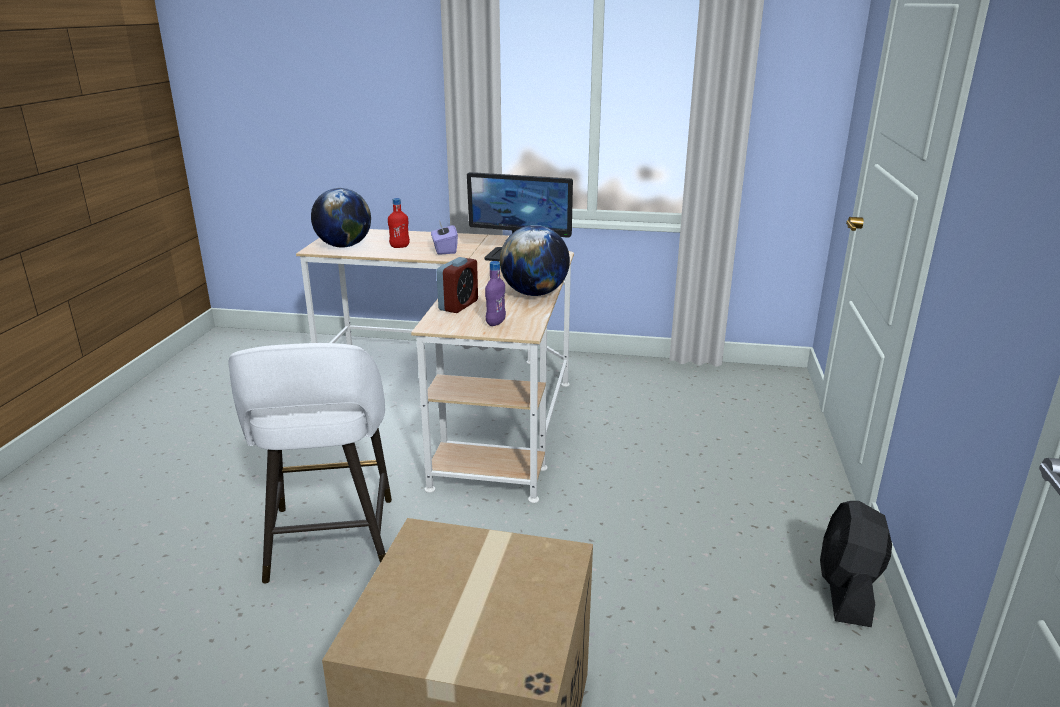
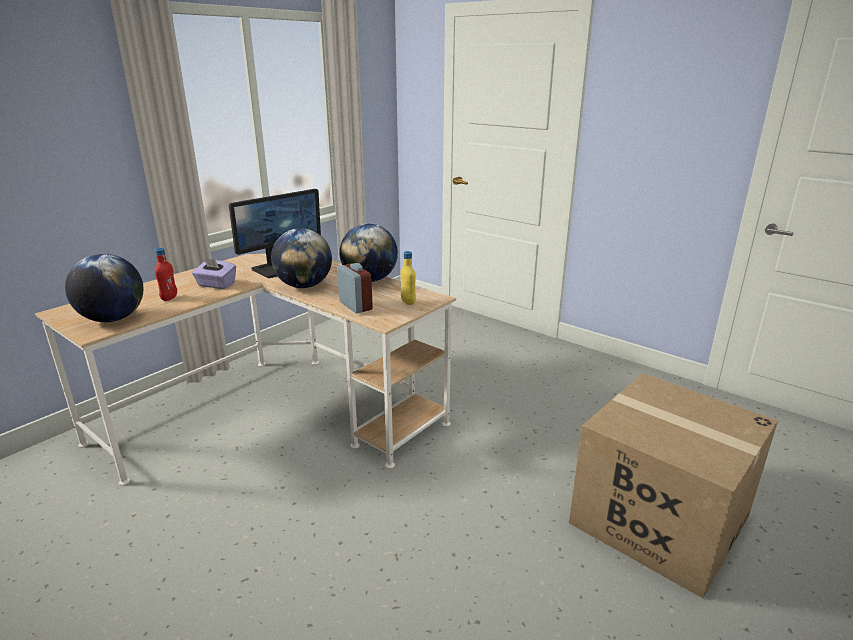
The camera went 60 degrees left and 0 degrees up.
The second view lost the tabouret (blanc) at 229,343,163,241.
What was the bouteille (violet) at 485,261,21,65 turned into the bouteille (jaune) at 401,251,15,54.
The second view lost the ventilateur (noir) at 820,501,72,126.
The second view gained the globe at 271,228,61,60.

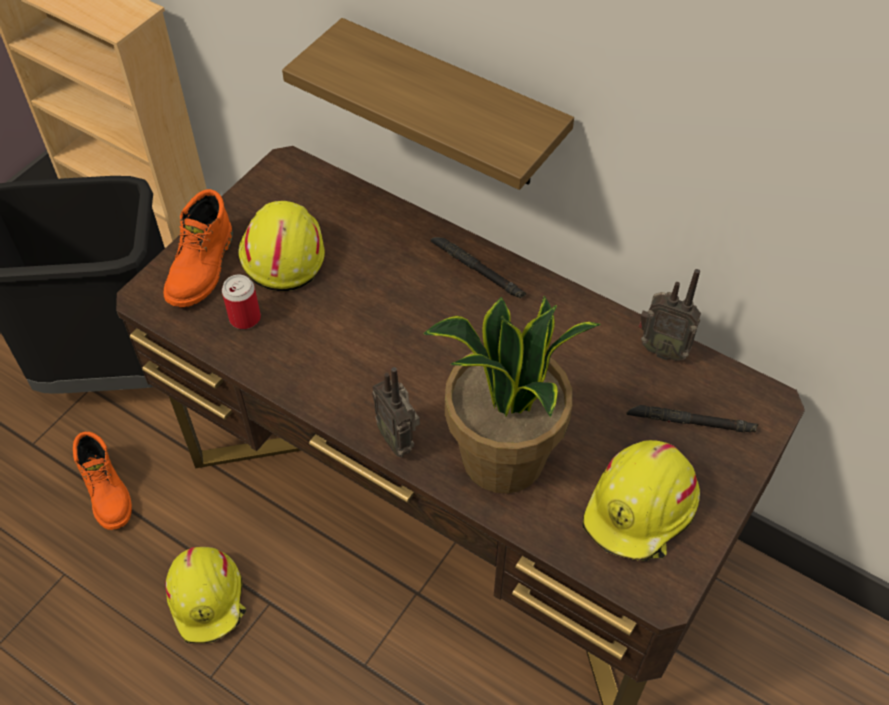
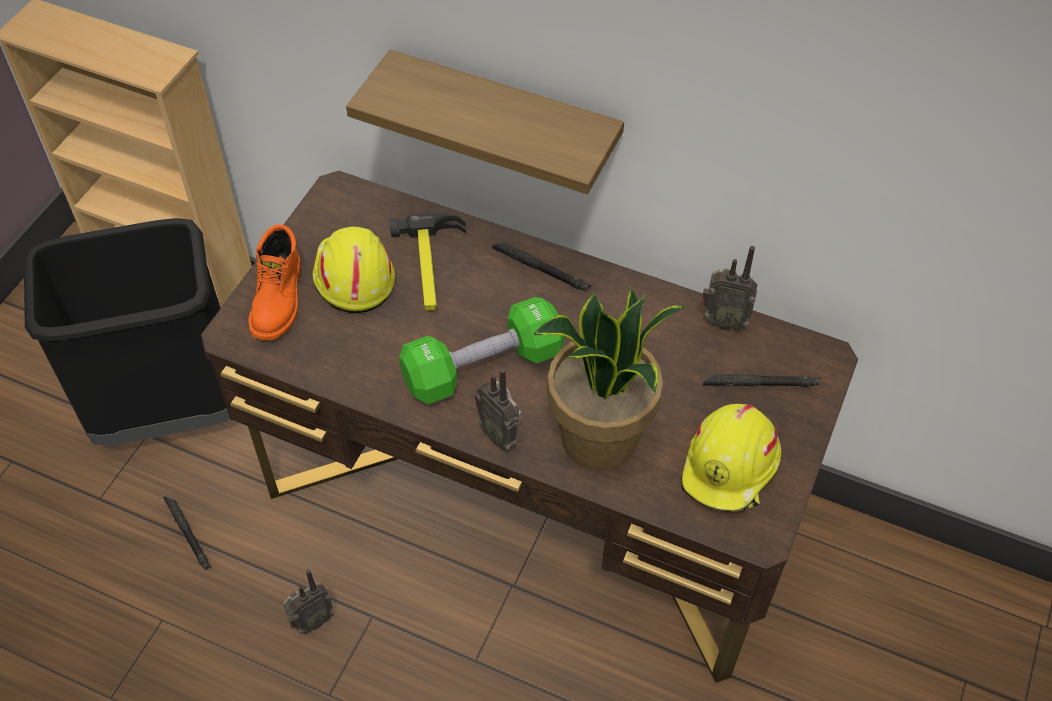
The camera went 10 degrees left and 0 degrees up.
Where the botte (orange) stood at 73,432,59,98, the lampe de poche (noir) came to stand at 163,496,48,74.
Where the casque de chantier (jaune) stood at 165,547,81,96, the radio came to stand at 283,569,51,65.
The second view lost the boîte métallique at 222,275,39,54.
The second view gained the marteau at 389,213,77,98.
The second view gained the haltère (vert) at 399,297,165,107.

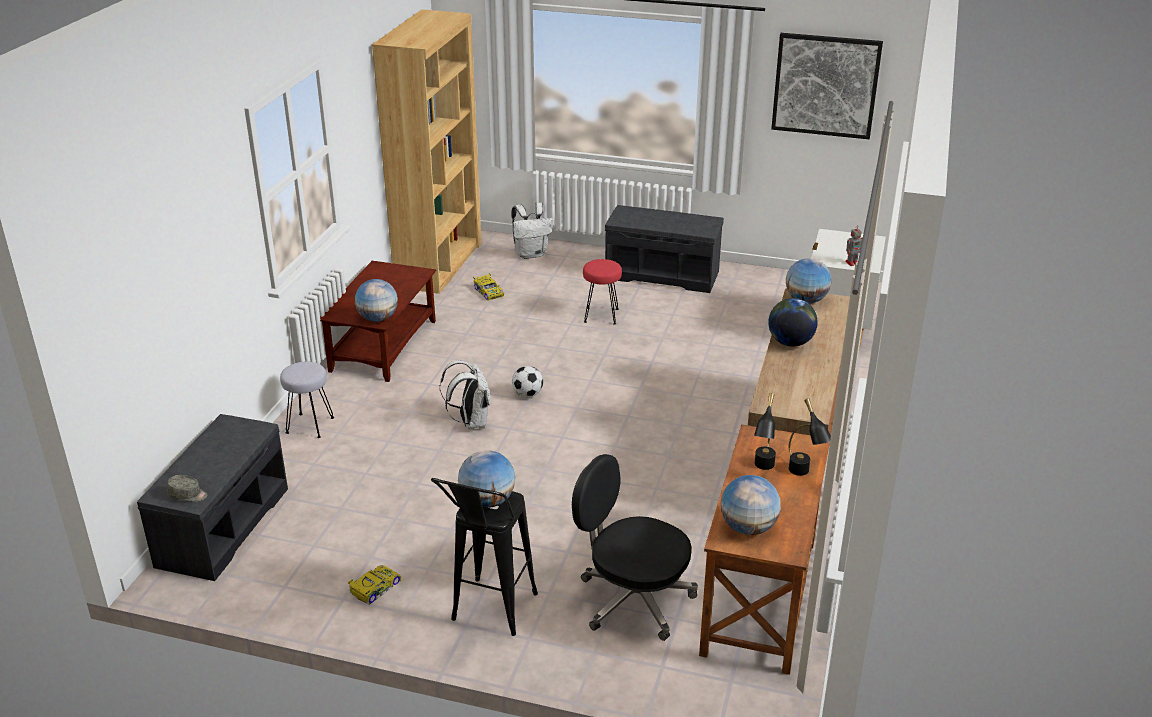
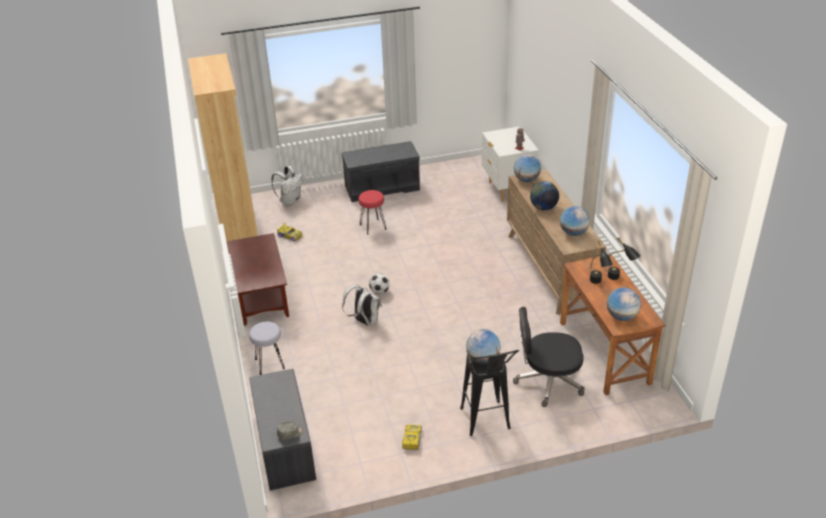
The camera went 30 degrees left and 5 degrees up.
The globe ended up elsewhere, having gone from 355,279,43,43 to 560,206,30,30.
The second view lost the tableau at 771,33,112,106.

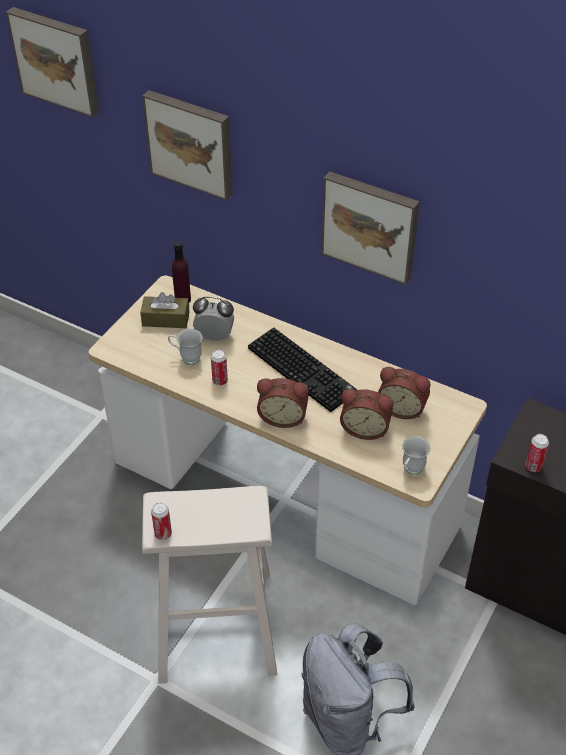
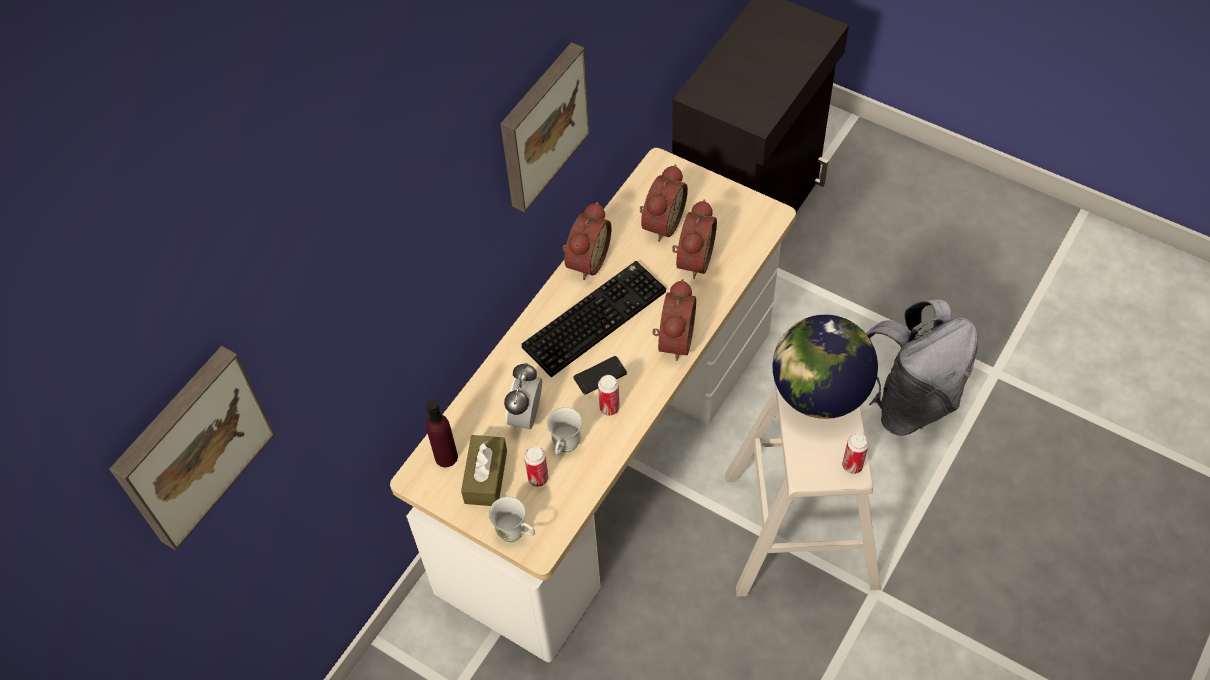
The camera went 85 degrees left and 10 degrees up.
The second view lost the tableau at 142,90,90,110.
The mug (blanc) ended up elsewhere, having gone from 402,436,29,39 to 489,497,46,45.
The boîte métallique ended up elsewhere, having gone from 526,434,23,38 to 524,446,24,41.
The second view gained the réveil at 563,202,49,78.
The second view gained the téléphone at 573,356,54,38.
The second view gained the globe at 773,315,105,104.

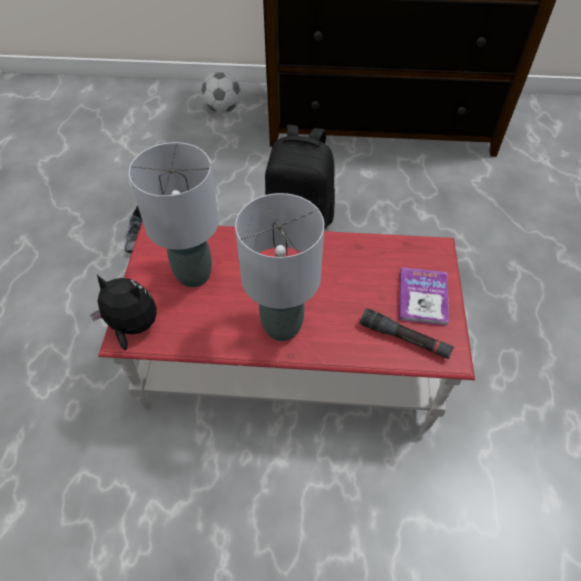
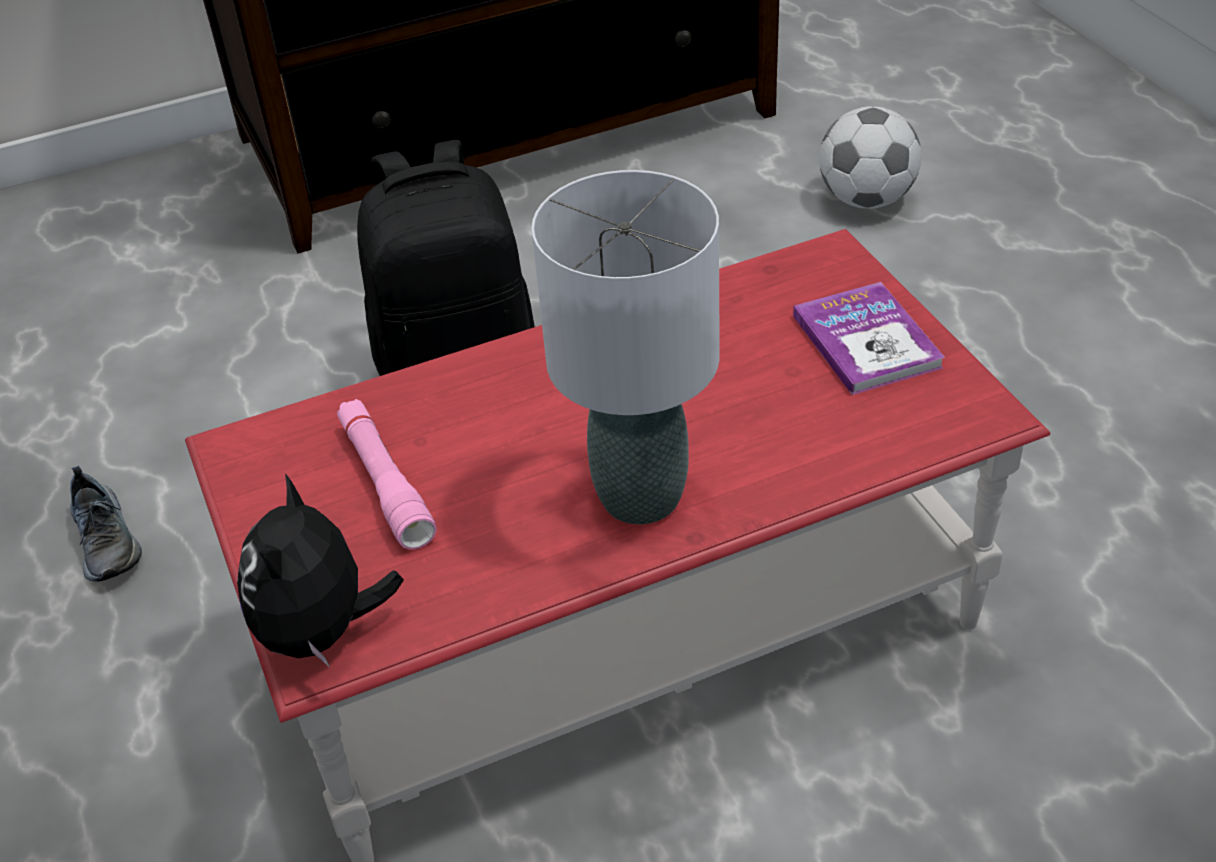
The camera went 25 degrees left and 10 degrees down.
The peluche at 90,275,66,75 ended up facing another way, 75 degrees counterclockwise from before.
Where the lampe de table (gris) stood at 129,142,90,145, the lampe de poche (rose) came to stand at 337,399,99,150.
The ballon de foot ended up elsewhere, having gone from 202,71,39,42 to 819,106,102,103.
The second view lost the lampe de poche (noir) at 360,308,94,51.

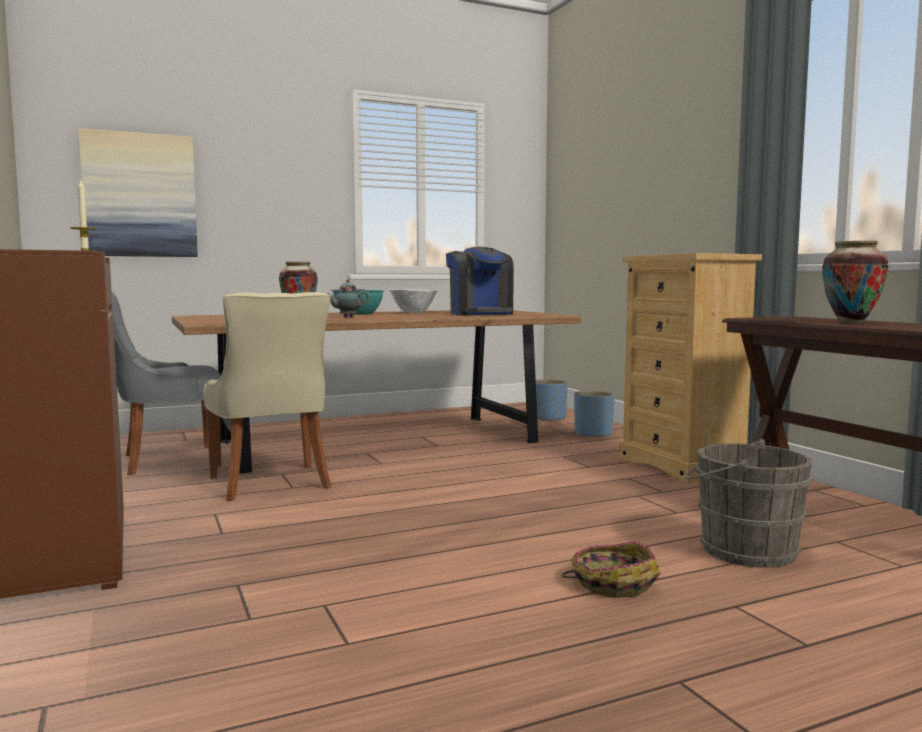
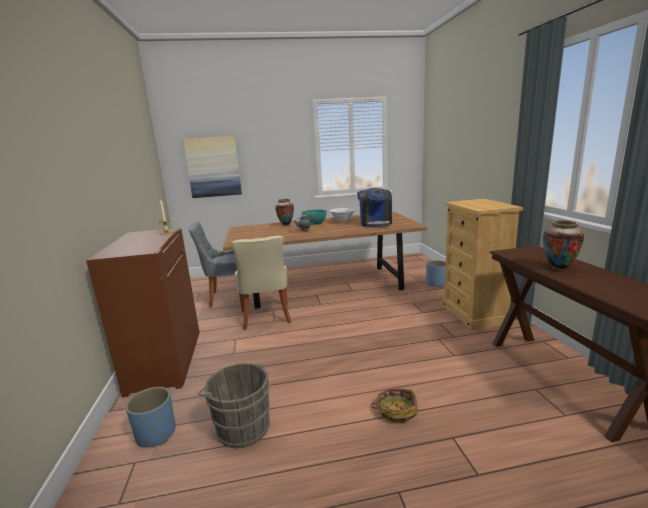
The camera went 15 degrees right and 10 degrees up.
The cache-pot (bleu) ended up elsewhere, having gone from 536,379,32,42 to 126,387,50,60.
The seau (gris) ended up elsewhere, having gone from 685,439,128,129 to 198,363,72,85.

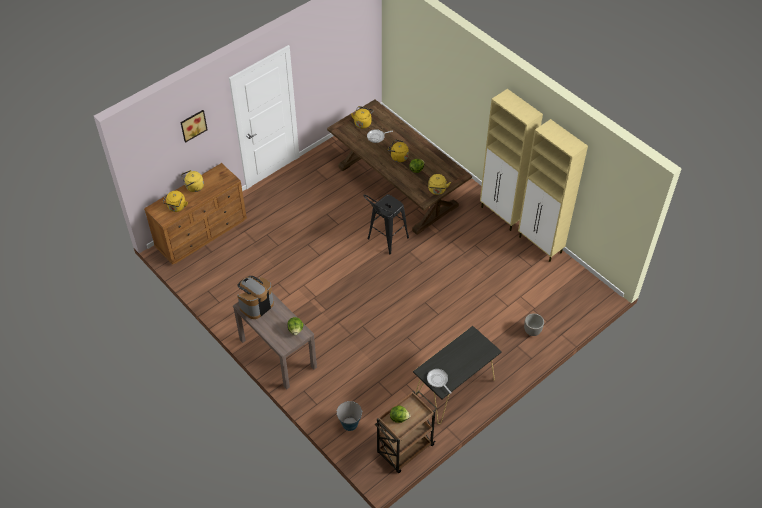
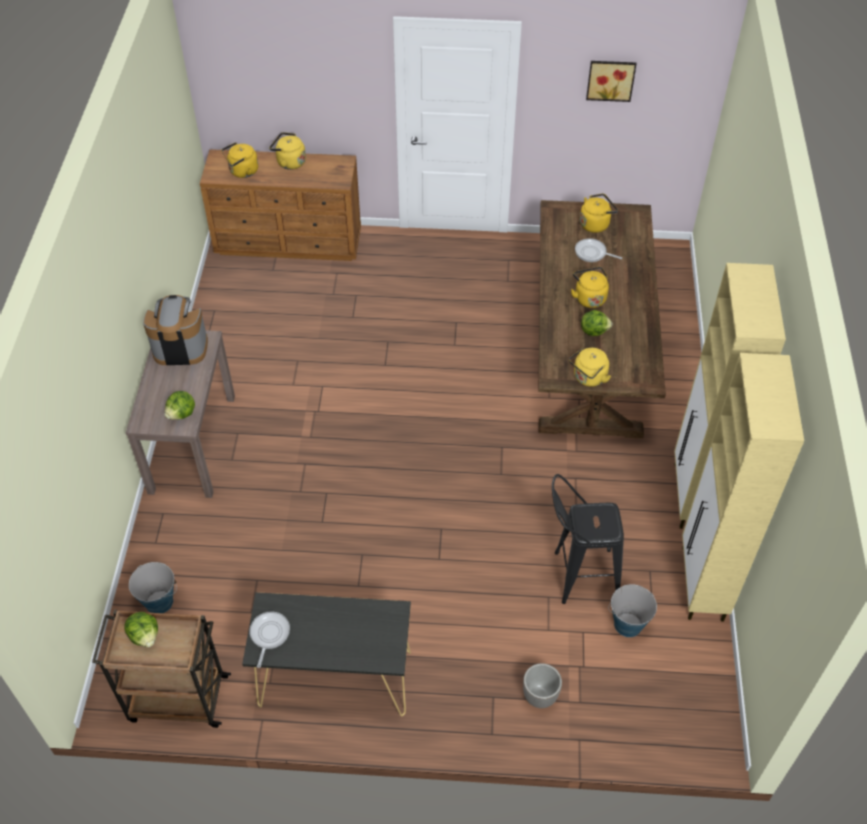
The camera went 45 degrees right and 0 degrees up.
The tableau ended up elsewhere, having gone from 180,110,28,33 to 586,61,50,41.
The tabouret (noir) ended up elsewhere, having gone from 363,194,46,60 to 552,474,72,130.
The second view gained the seau at 608,584,49,53.

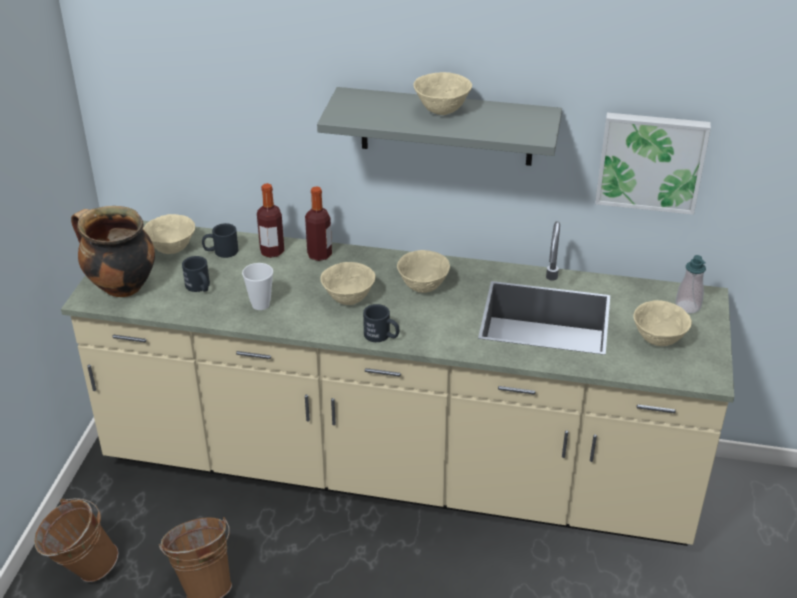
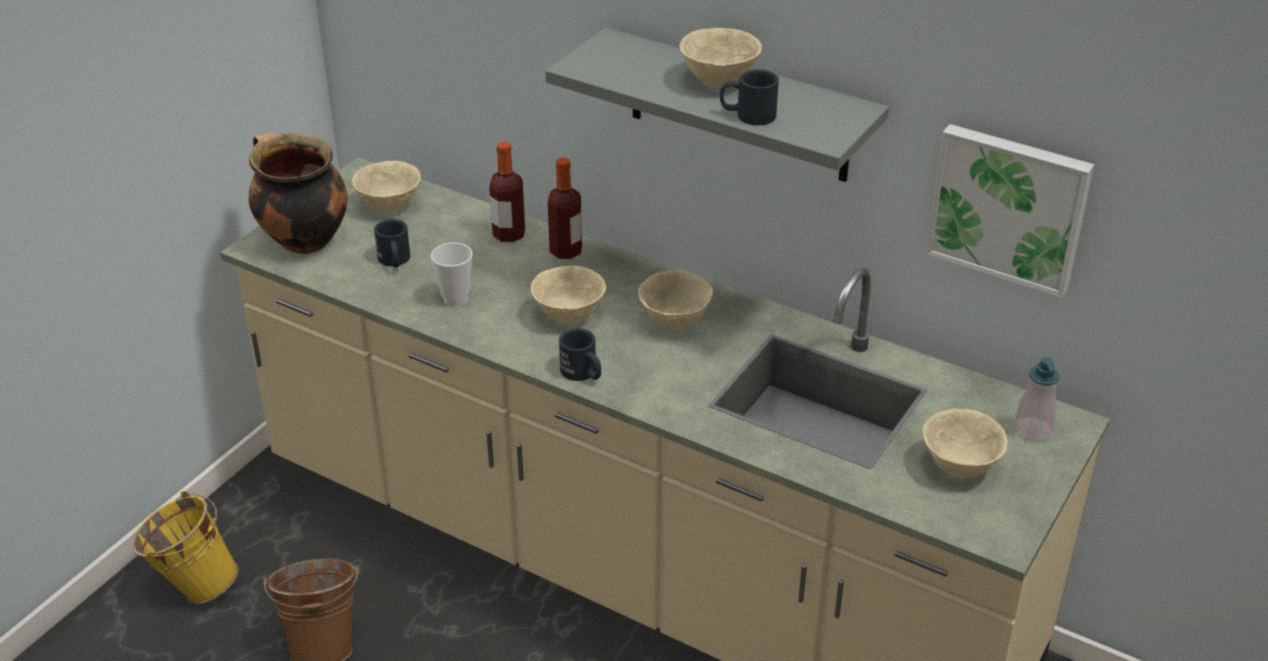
The camera went 20 degrees right and 0 degrees up.
What was the seau (marron) at 34,498,85,84 turned into the seau (jaune) at 132,491,107,113.
The mug (noir) ended up elsewhere, having gone from 202,223,36,35 to 720,69,59,56.

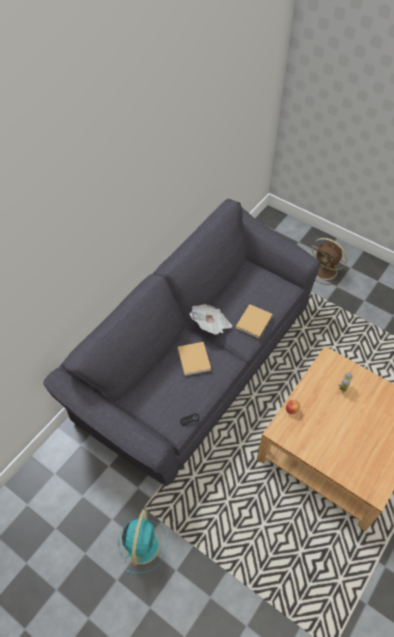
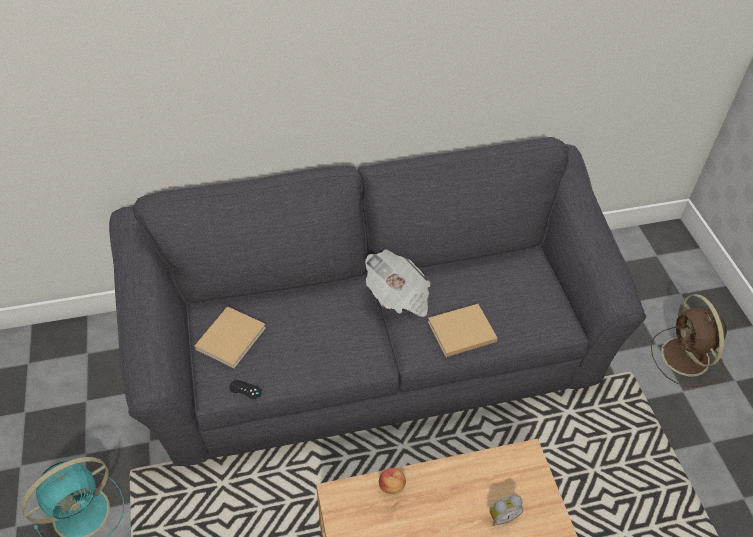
The camera went 40 degrees right and 5 degrees down.
The livre (beige) ended up elsewhere, having gone from 178,342,33,34 to 195,306,71,62.

